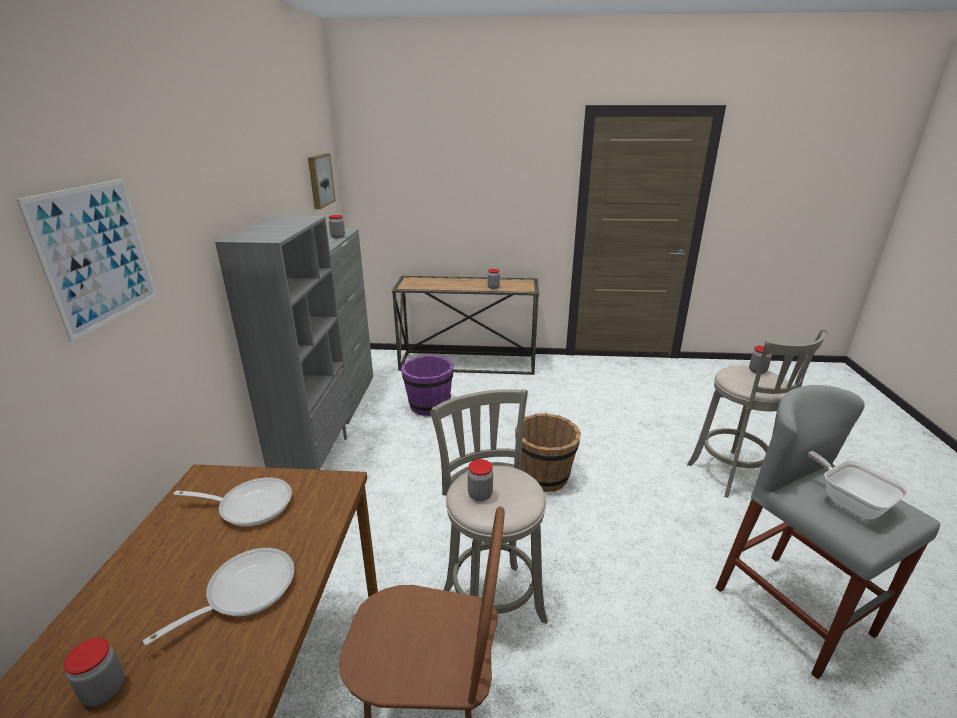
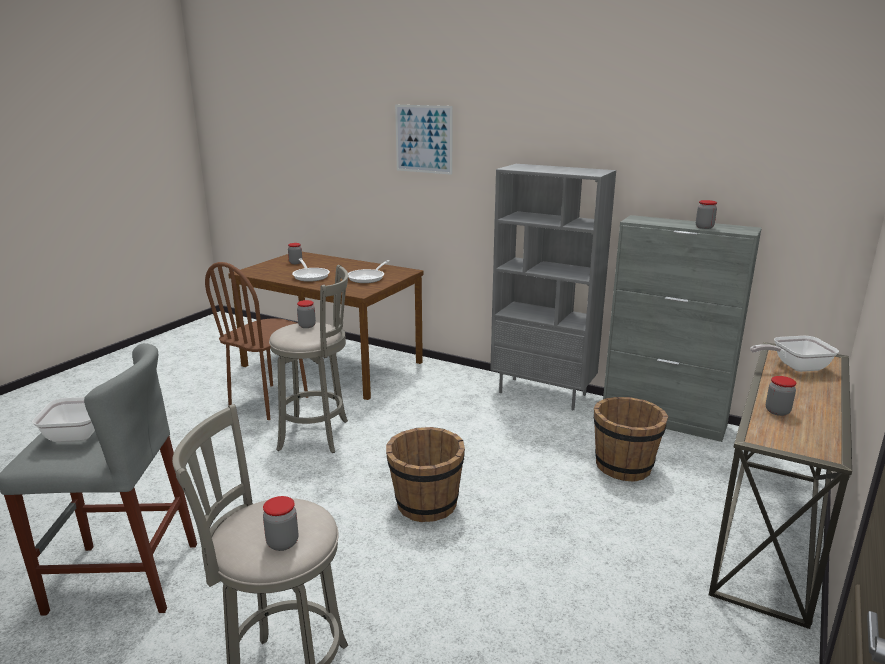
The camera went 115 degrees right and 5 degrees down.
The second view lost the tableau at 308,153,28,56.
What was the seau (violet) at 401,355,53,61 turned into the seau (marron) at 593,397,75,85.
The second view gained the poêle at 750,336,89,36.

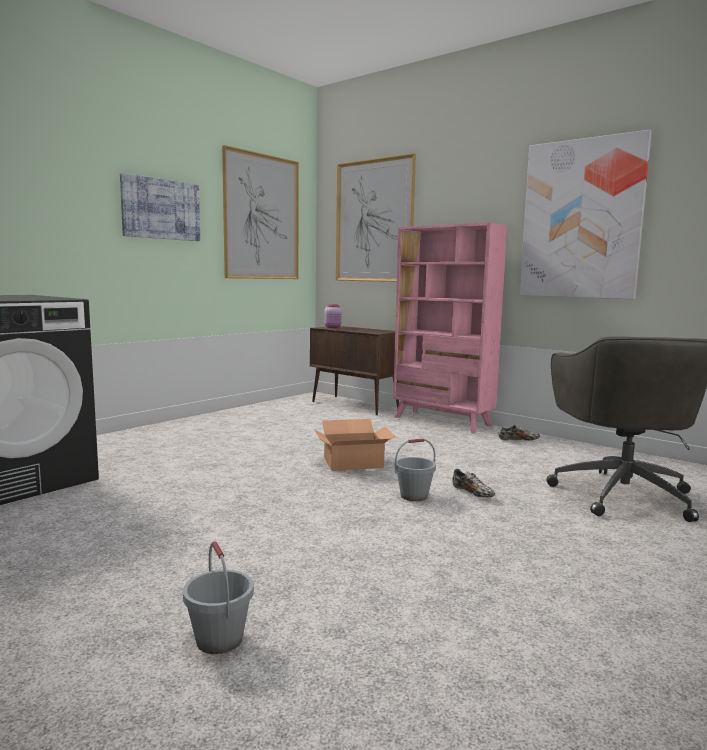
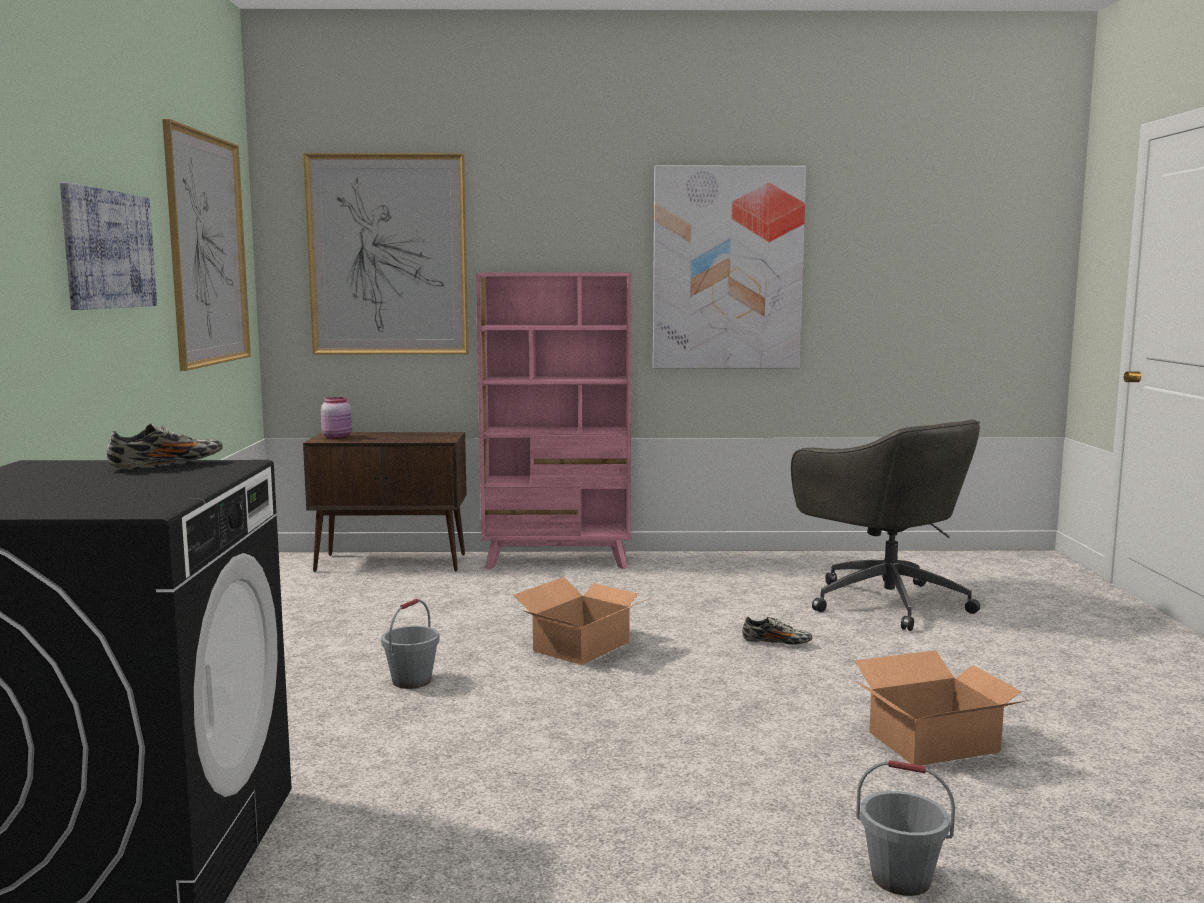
The camera went 40 degrees left and 0 degrees up.
The seau (gris) ended up elsewhere, having gone from 395,438,41,63 to 381,599,59,90.
The chaussure ended up elsewhere, having gone from 499,425,41,16 to 107,424,116,45.
The second view gained the carton at 855,650,173,116.

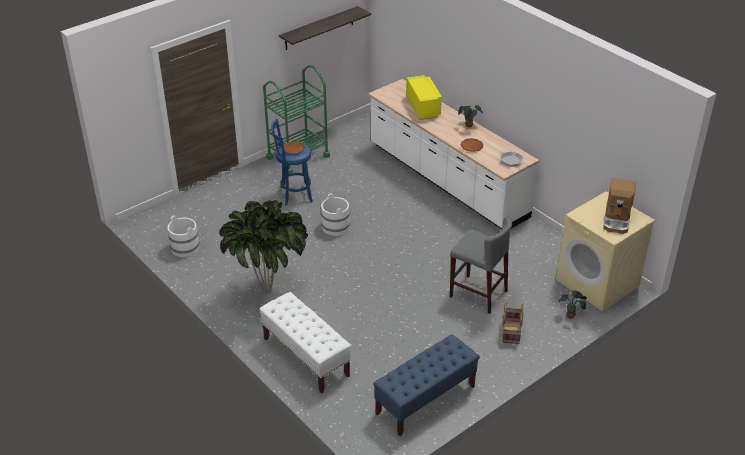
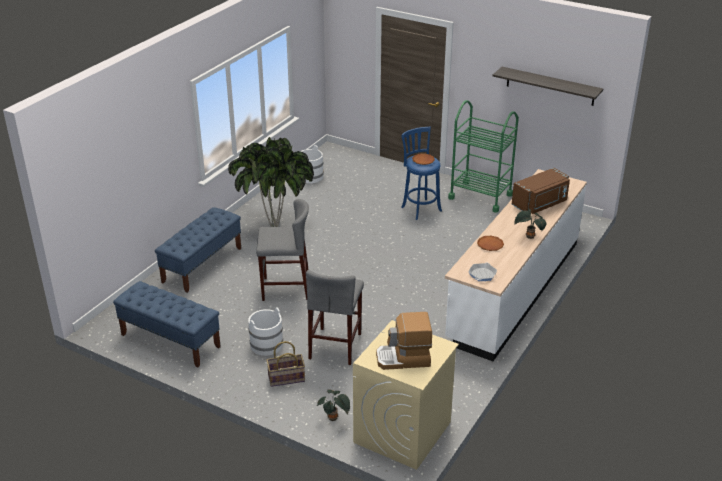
The camera went 70 degrees right and 5 degrees down.
What was the banc (blanc) at 259,292,93,101 turned into the banc (bleu) at 155,207,86,86.
The seau (blanc) ended up elsewhere, having gone from 321,193,29,43 to 248,307,35,49.
What was the micro-ondes (jaune) at 406,75,36,45 turned into the micro-ondes (marron) at 512,168,58,46.
The second view gained the tabouret (gris) at 256,199,53,102.

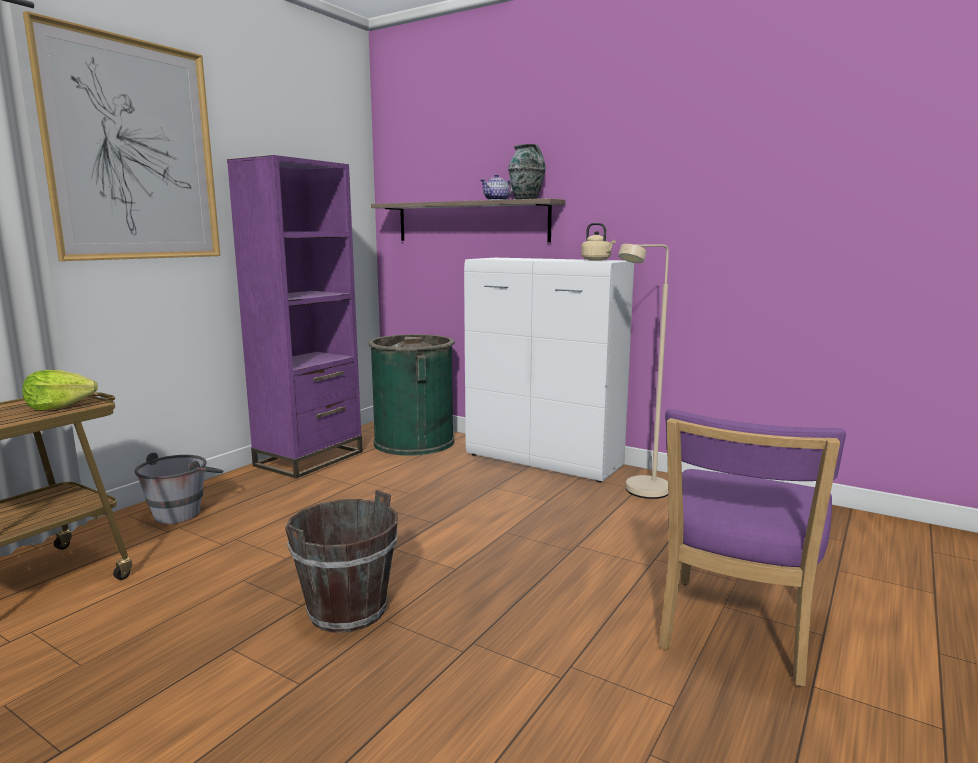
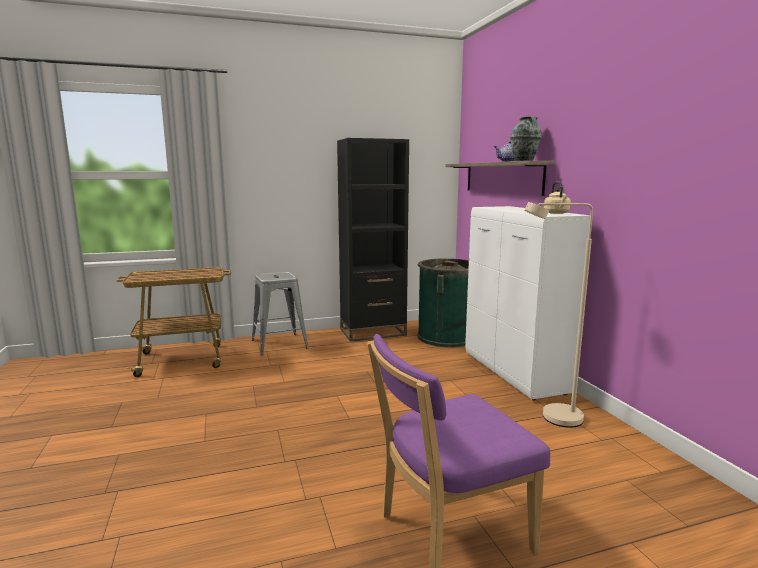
The camera went 40 degrees right and 0 degrees up.
The second view lost the laitue at 22,370,76,40.
The second view lost the tableau at 23,11,197,250.
Where the seau (gris) stood at 135,453,88,71, the tabouret (gris) came to stand at 252,272,56,83.
What was the bibliothèque (violet) at 227,155,136,323 turned into the bibliothèque (noir) at 337,138,72,204.
The second view lost the seau (marron) at 285,490,113,143.

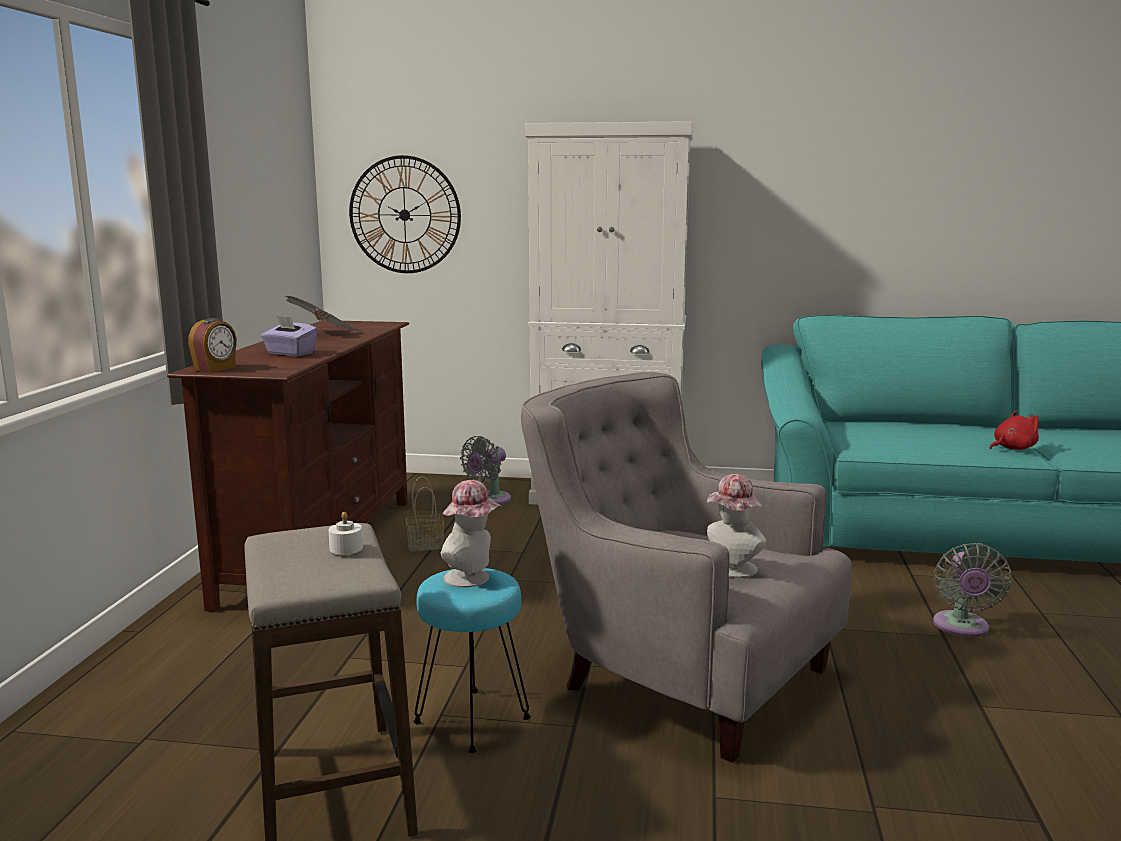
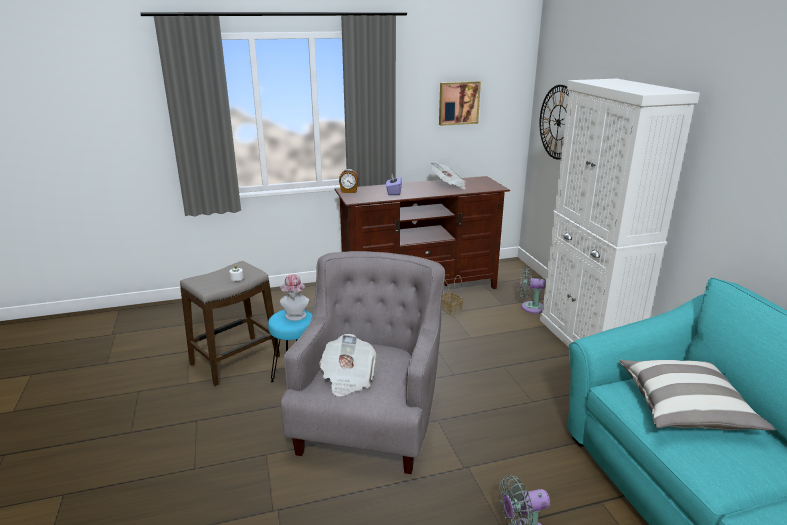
The camera went 65 degrees right and 10 degrees up.
Where the chapeau stood at 707,474,60,104, the journal came to stand at 319,334,57,63.
The second view lost the peluche (rouge) at 990,411,49,39.
The second view gained the tableau at 439,81,42,45.
The second view gained the coussin at 619,360,156,70.

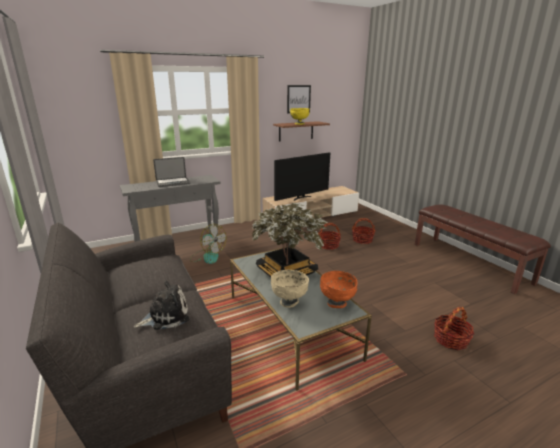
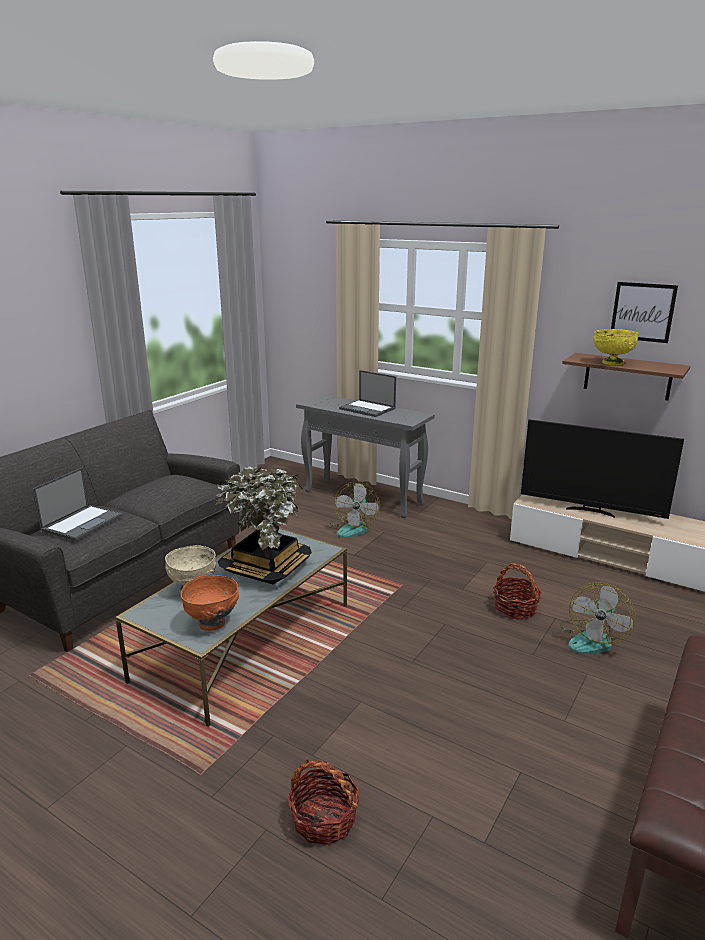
The camera went 60 degrees right and 0 degrees up.
Where the peluche stood at 134,281,56,49, the ordinateur portable came to stand at 32,467,91,74.
Where the panier stood at 352,218,23,26, the ventilateur came to stand at 560,582,76,72.

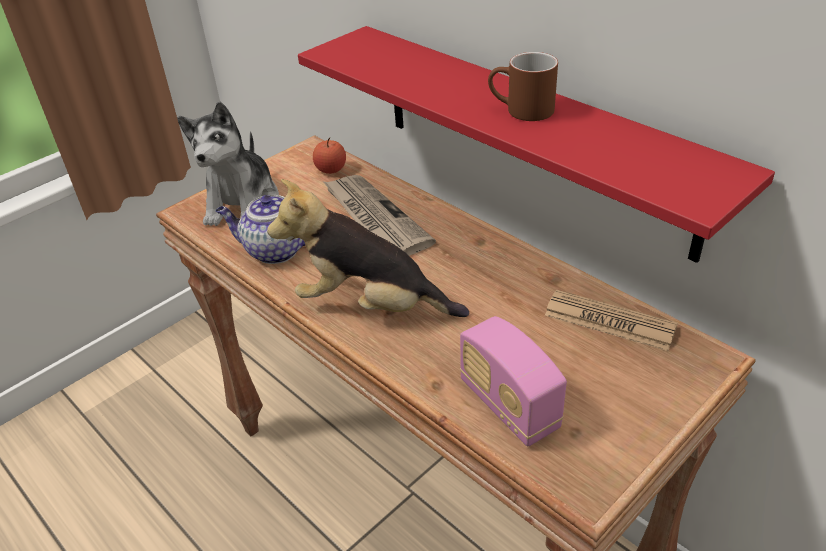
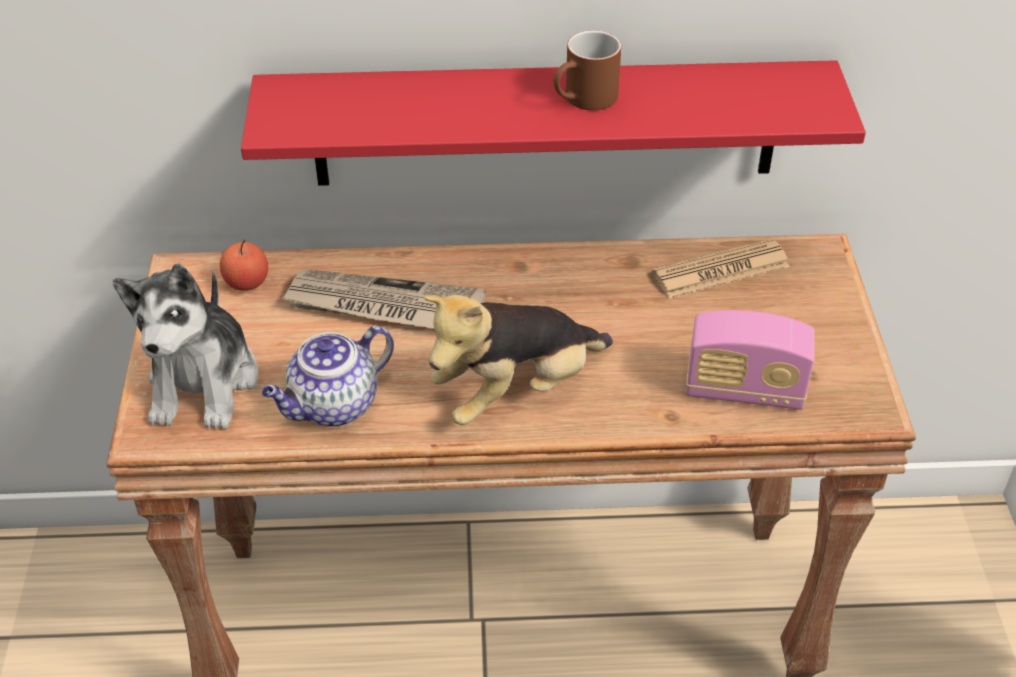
The camera went 50 degrees left and 5 degrees up.
The peluche at 177,101,102,125 ended up facing another way, 45 degrees clockwise from before.

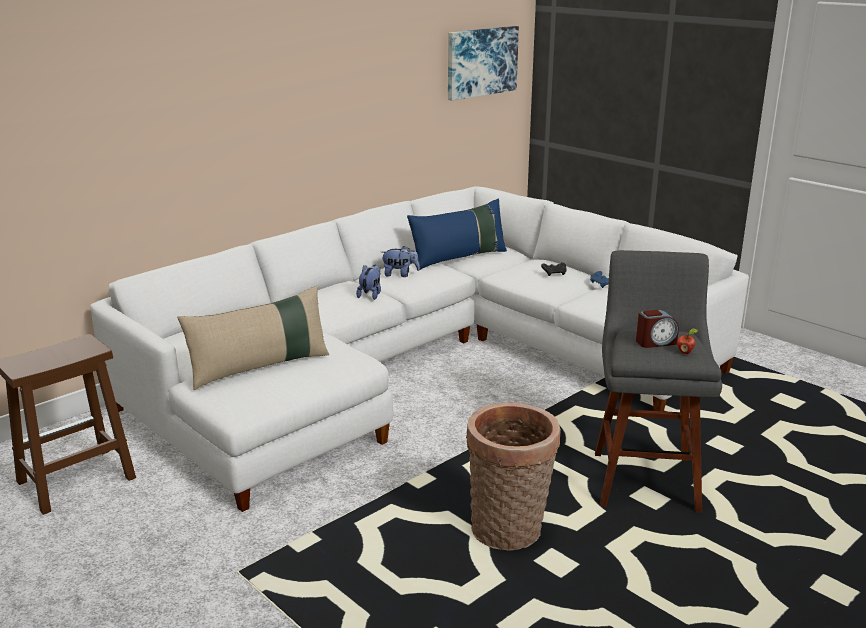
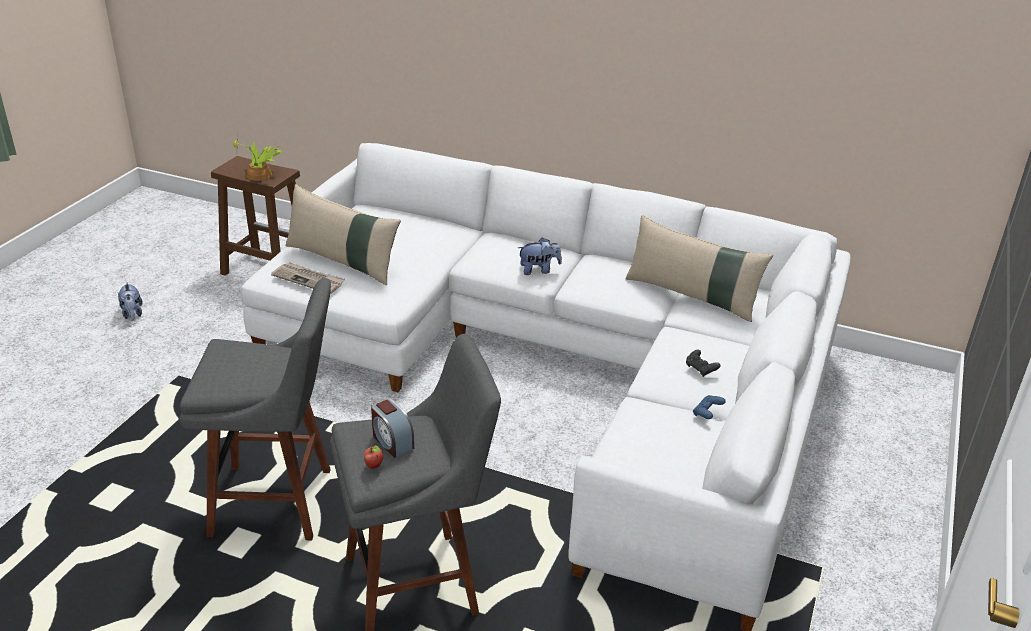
The camera went 65 degrees right and 10 degrees up.
The peluche ended up elsewhere, having gone from 382,246,38,31 to 118,282,25,38.
What was the coussin (bleu) at 407,199,100,71 turned into the coussin (beige) at 625,215,148,107.
The second view lost the tableau at 448,26,71,75.
Where the panier stood at 466,403,95,147, the tabouret (gris) came to stand at 179,278,152,263.
The second view gained the plante en pot at 233,132,49,49.
The second view gained the journal at 271,263,74,31.

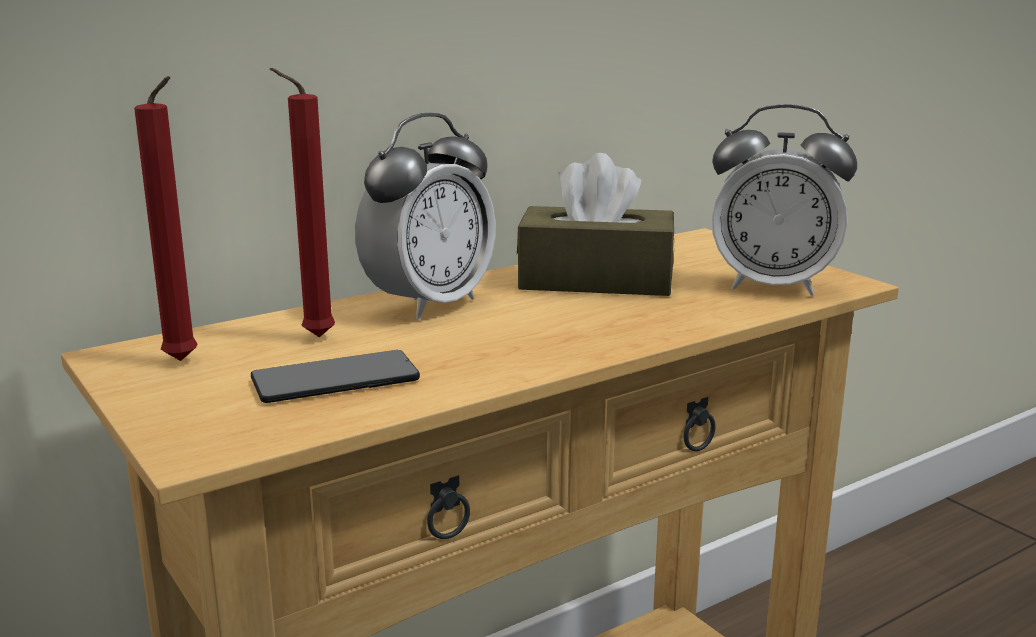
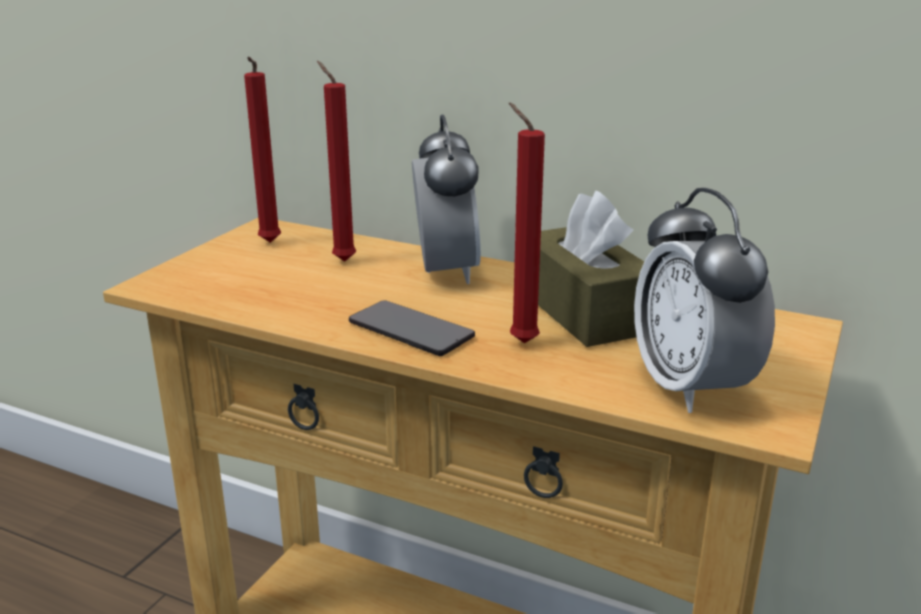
The camera went 60 degrees right and 5 degrees up.
The téléphone ended up elsewhere, having gone from 251,350,169,53 to 349,300,126,56.
The réveil at 355,113,140,207 ended up facing another way, 105 degrees counterclockwise from before.
The second view gained the bougie (rouge) at 509,102,36,241.

